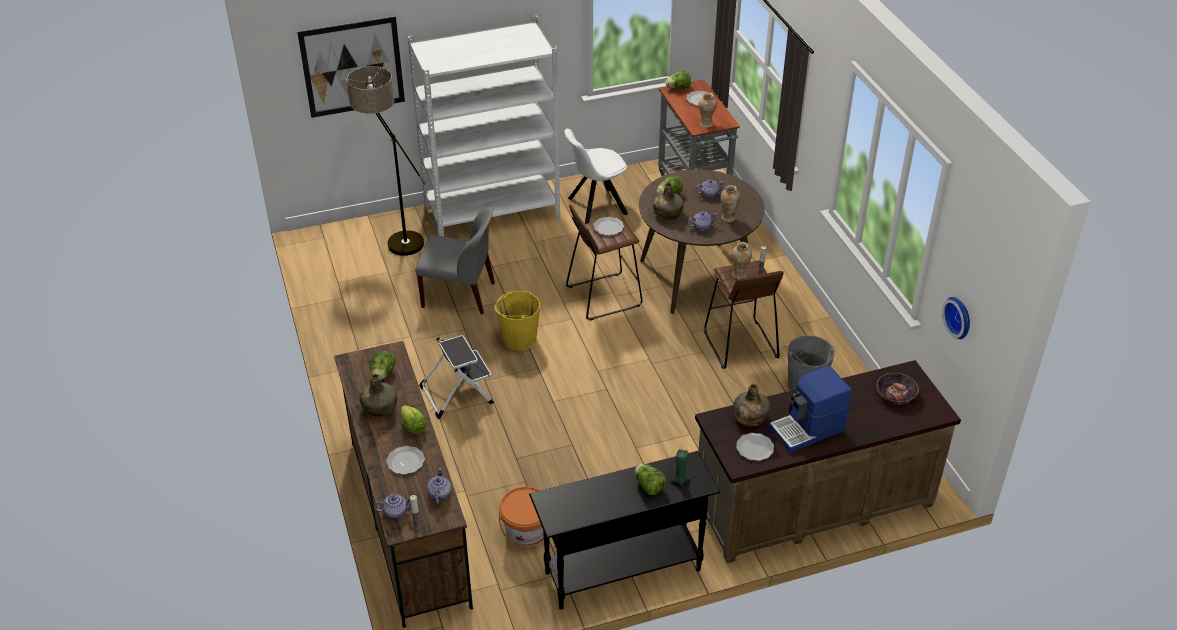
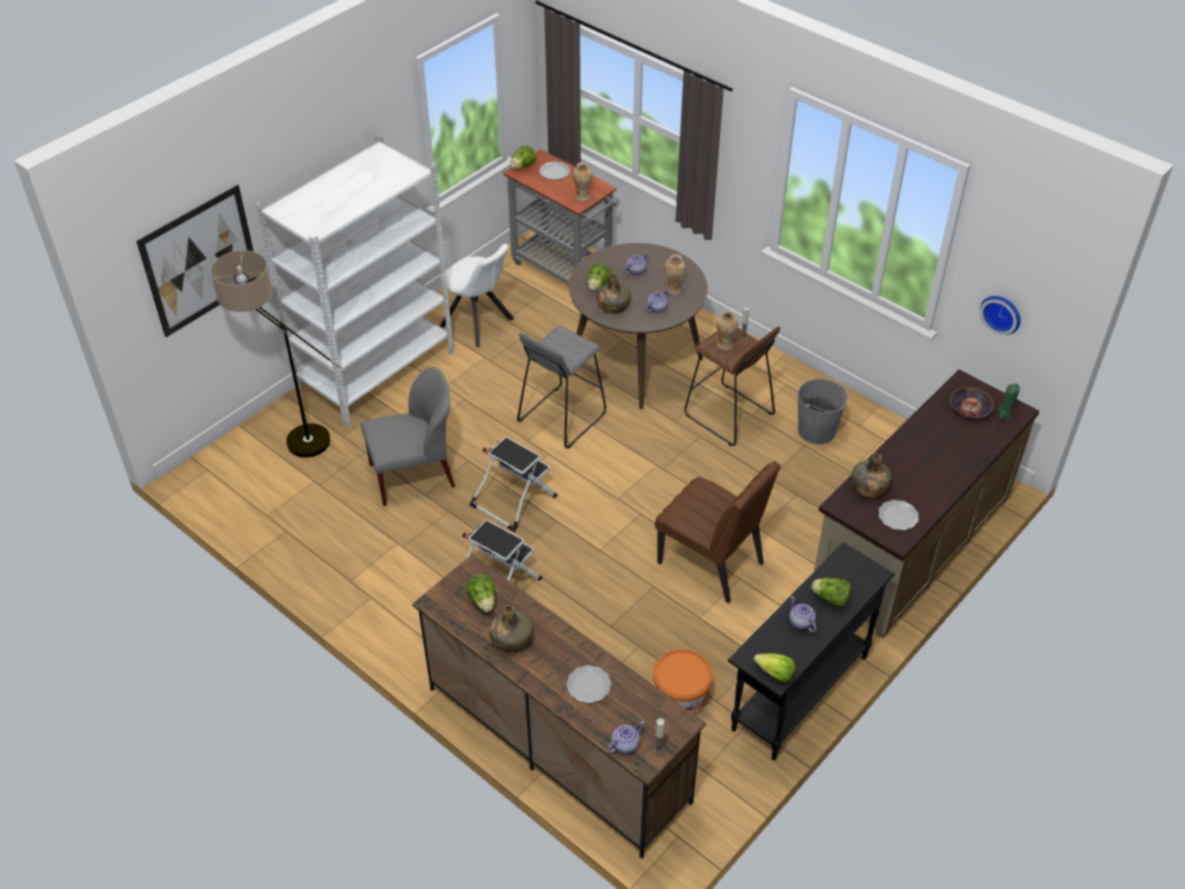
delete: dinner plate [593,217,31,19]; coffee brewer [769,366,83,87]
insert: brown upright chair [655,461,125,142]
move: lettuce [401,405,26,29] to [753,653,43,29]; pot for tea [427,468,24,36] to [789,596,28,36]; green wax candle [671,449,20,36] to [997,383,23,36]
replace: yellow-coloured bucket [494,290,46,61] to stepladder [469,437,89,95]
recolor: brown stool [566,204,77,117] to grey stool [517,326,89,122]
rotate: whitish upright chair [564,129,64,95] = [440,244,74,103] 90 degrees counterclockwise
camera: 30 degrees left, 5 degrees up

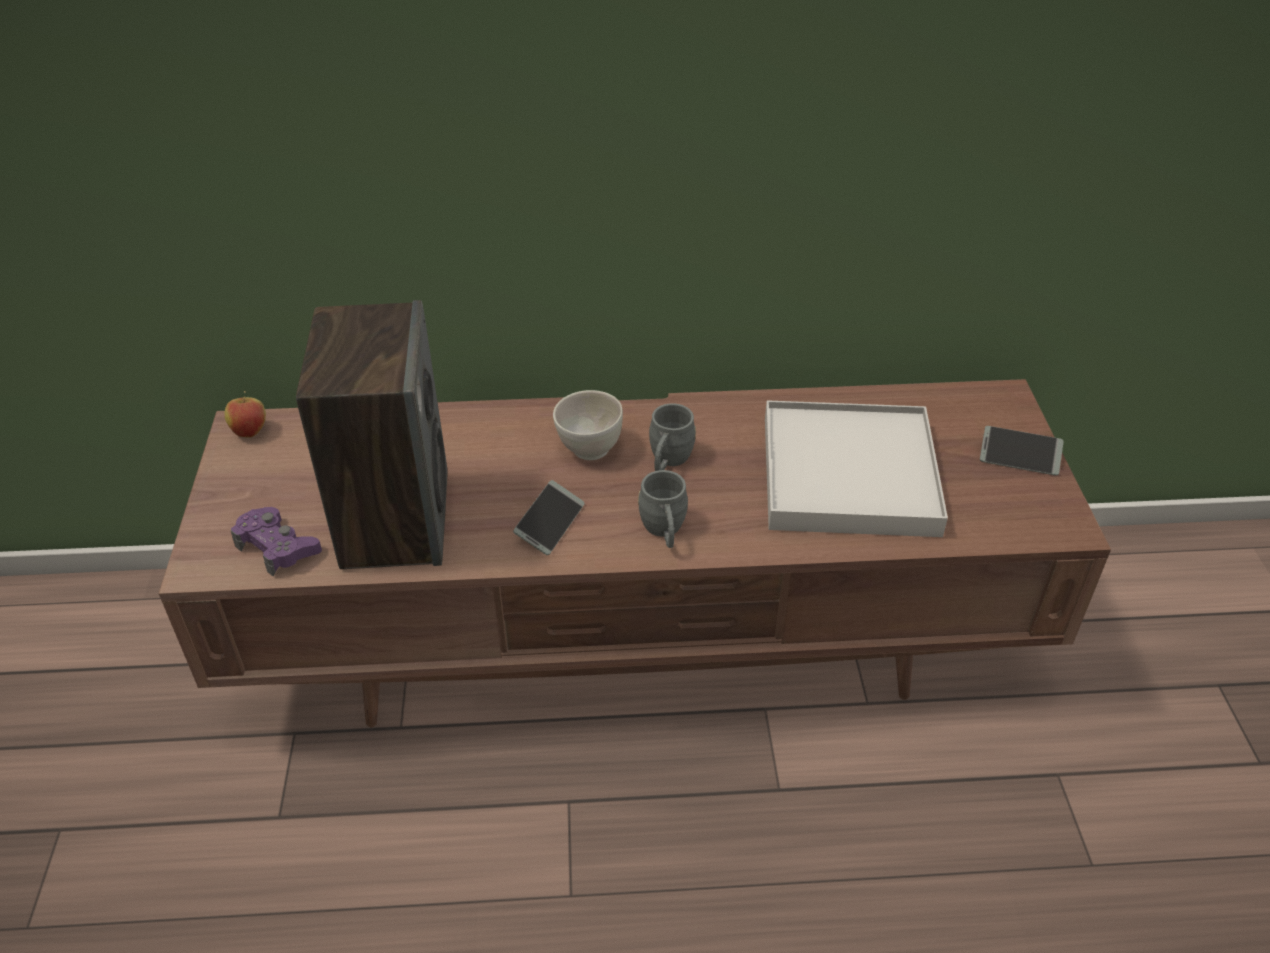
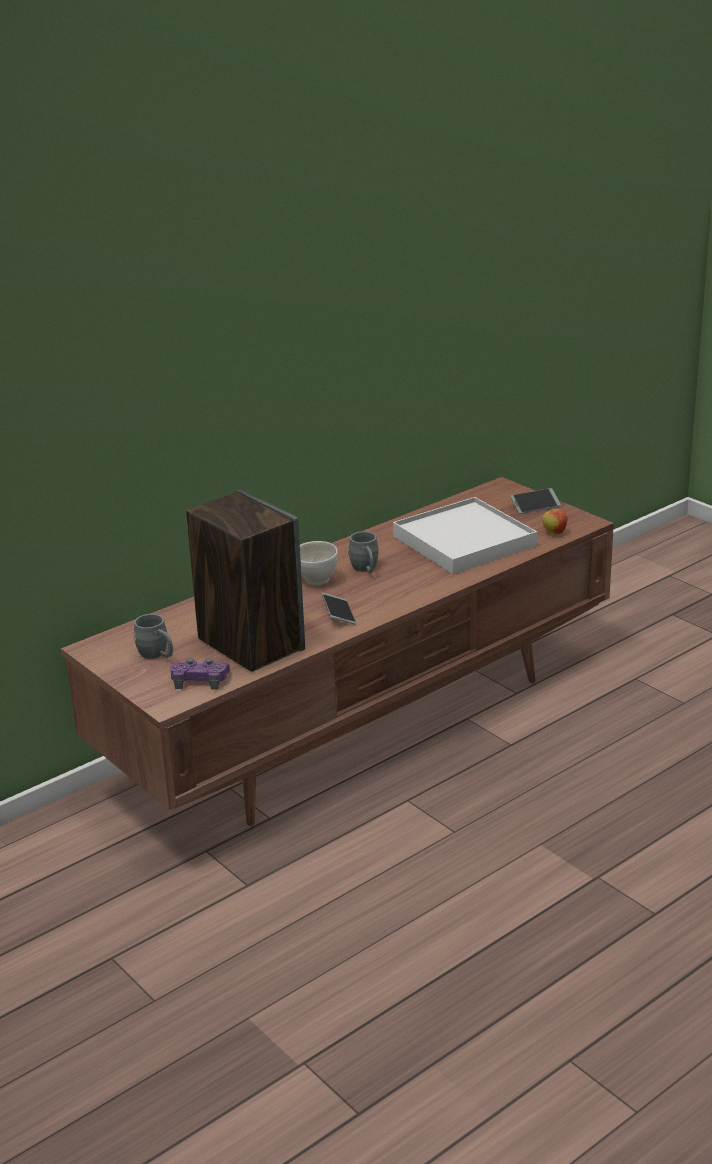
move: grey mug [638,470,50,78] to [133,614,40,45]; apple [225,391,41,47] to [542,509,26,26]
camera: 35 degrees left, 15 degrees down

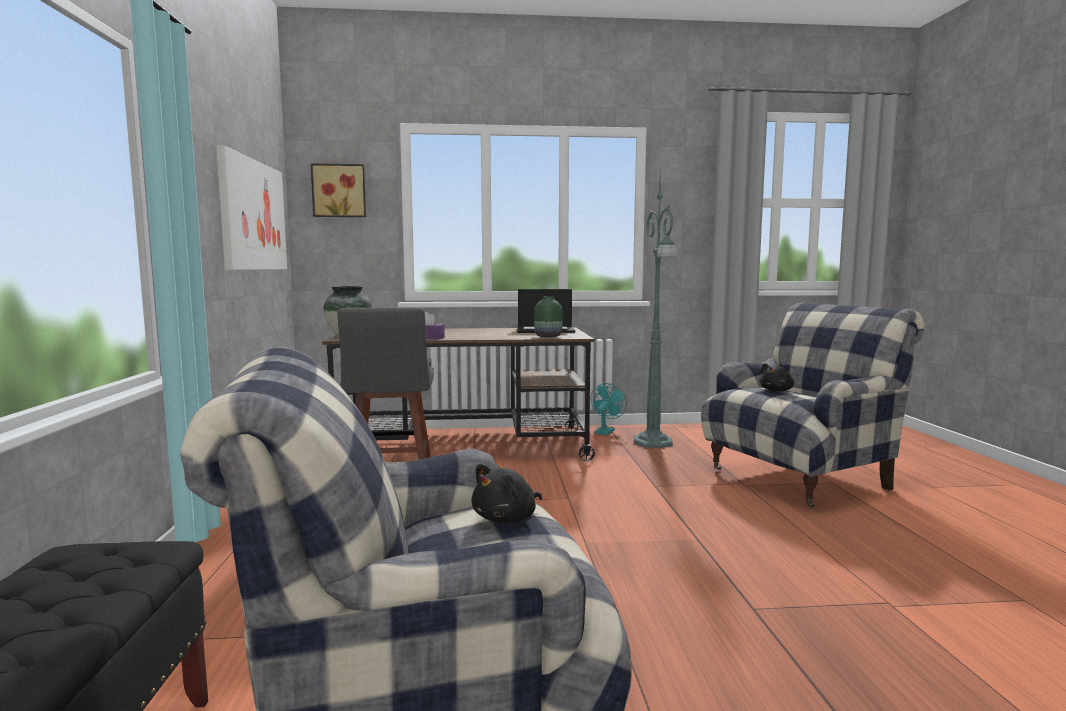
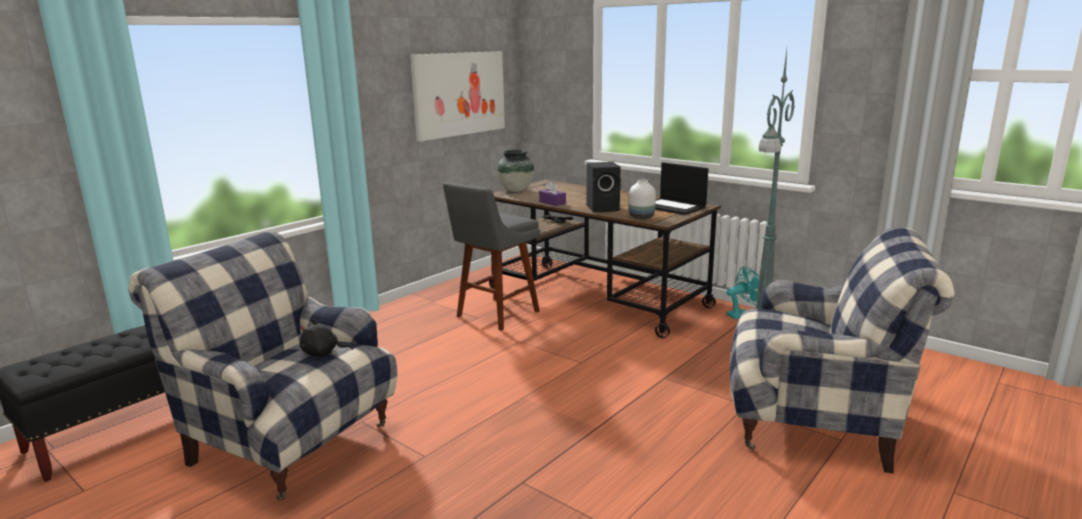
delete: picture [311,163,55,54]; blackish cuddly toy [759,363,35,29]
insert: blackish speaker [587,162,34,50]
recolor: green vase [534,297,29,40] to whitish vase [629,180,27,39]
camera: 45 degrees right, 10 degrees up

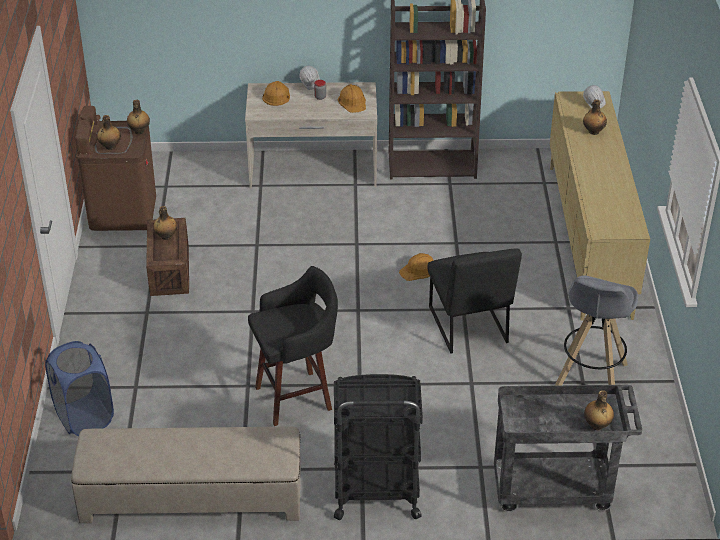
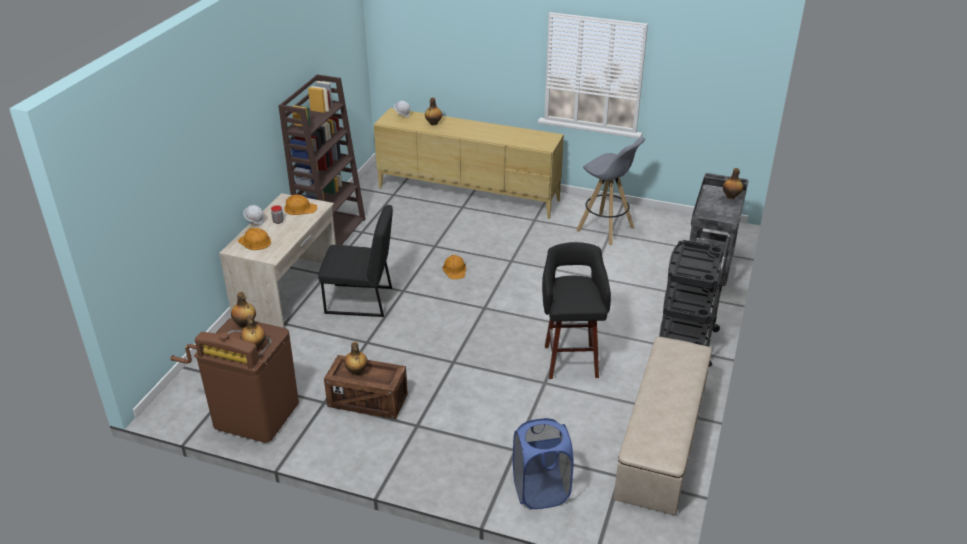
move: blackish upright chair [427,249,95,104] to [318,205,75,112]
camera: 70 degrees left, 5 degrees down

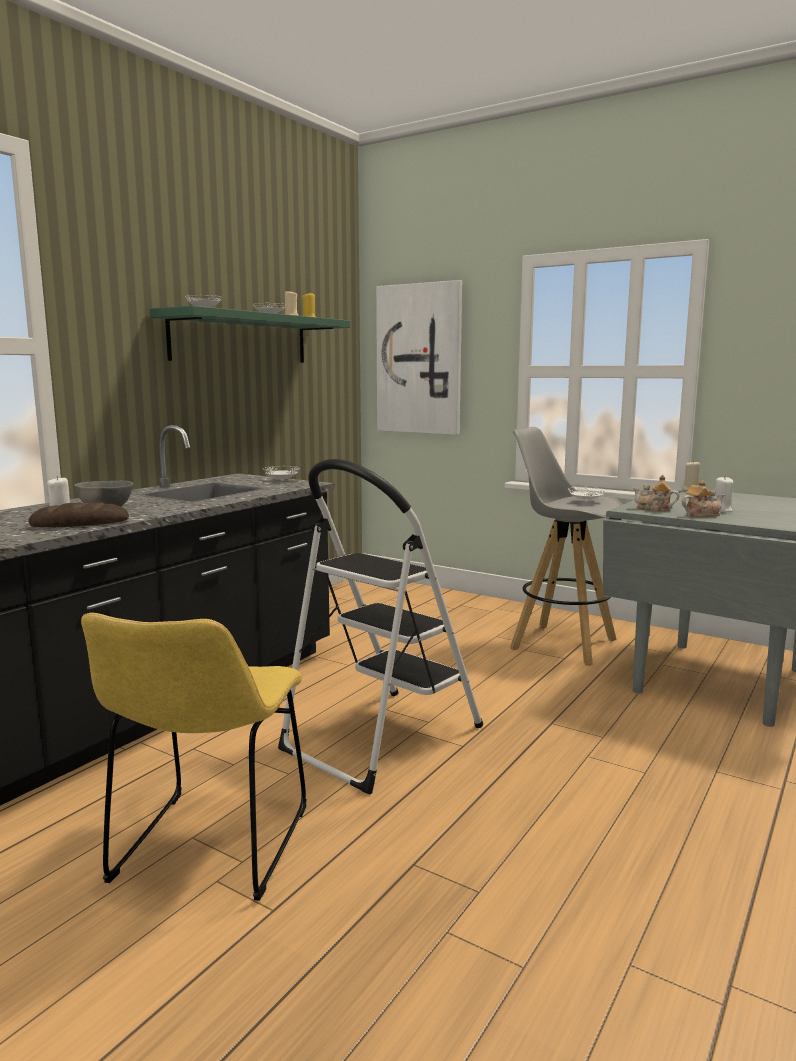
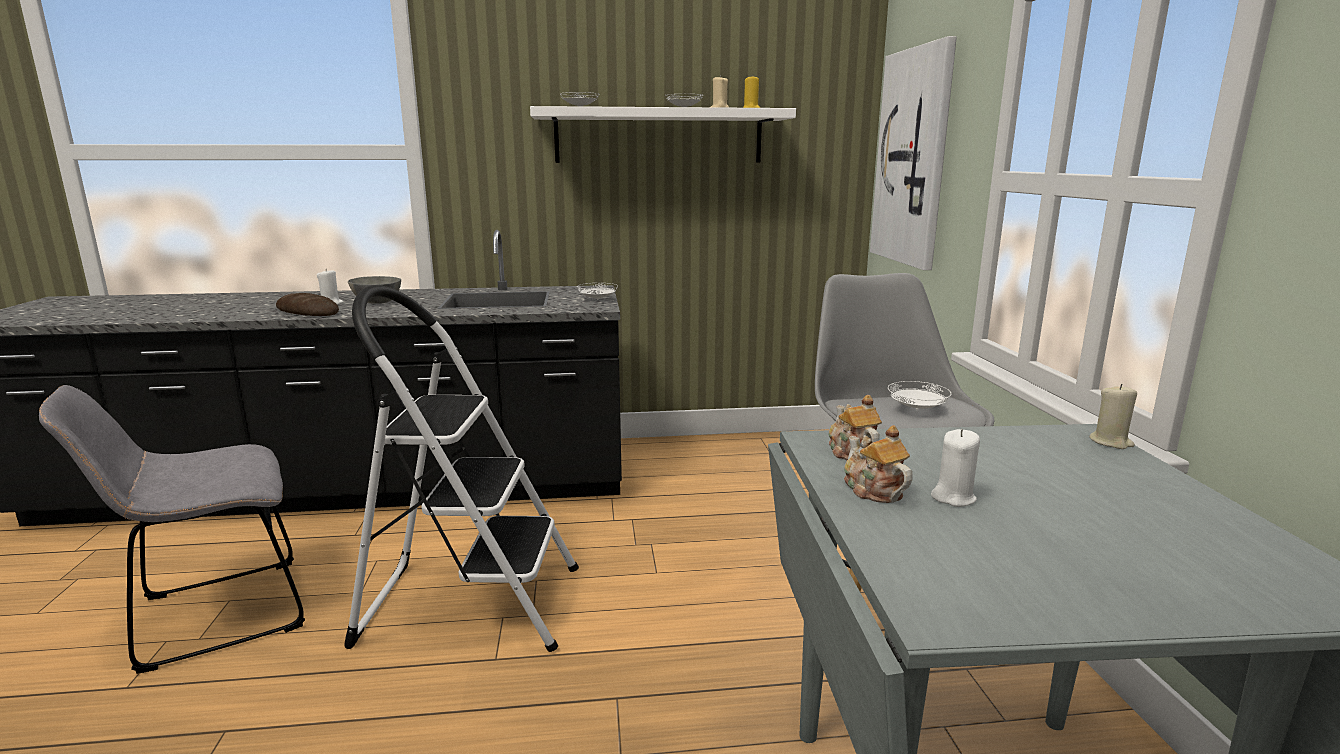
recolor: yellow-coloured upright chair [81,613,226,288] to grey upright chair [39,385,266,289]; green bracket shelf [150,306,200,57] to whitish bracket shelf [530,106,266,57]
rotate: pot for tea [681,480,44,38] = [844,425,69,78] 150 degrees counterclockwise
camera: 50 degrees right, 5 degrees up

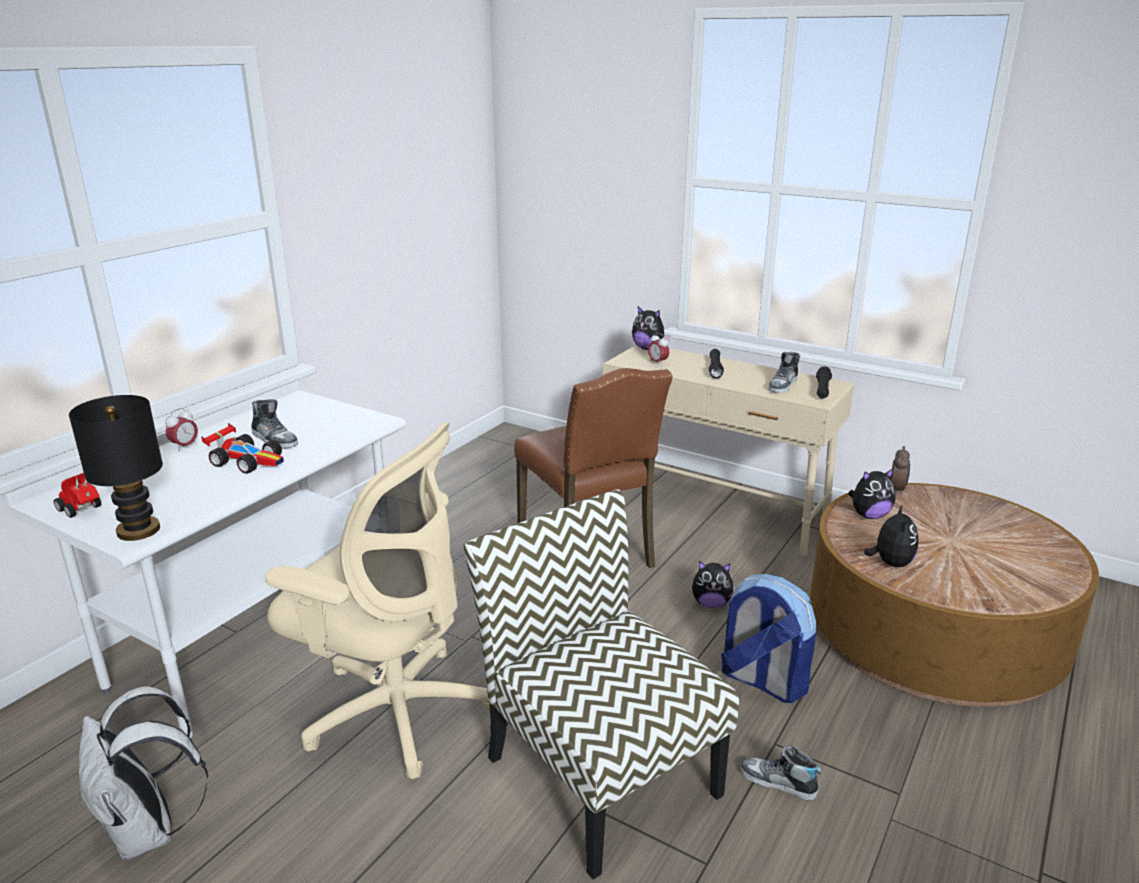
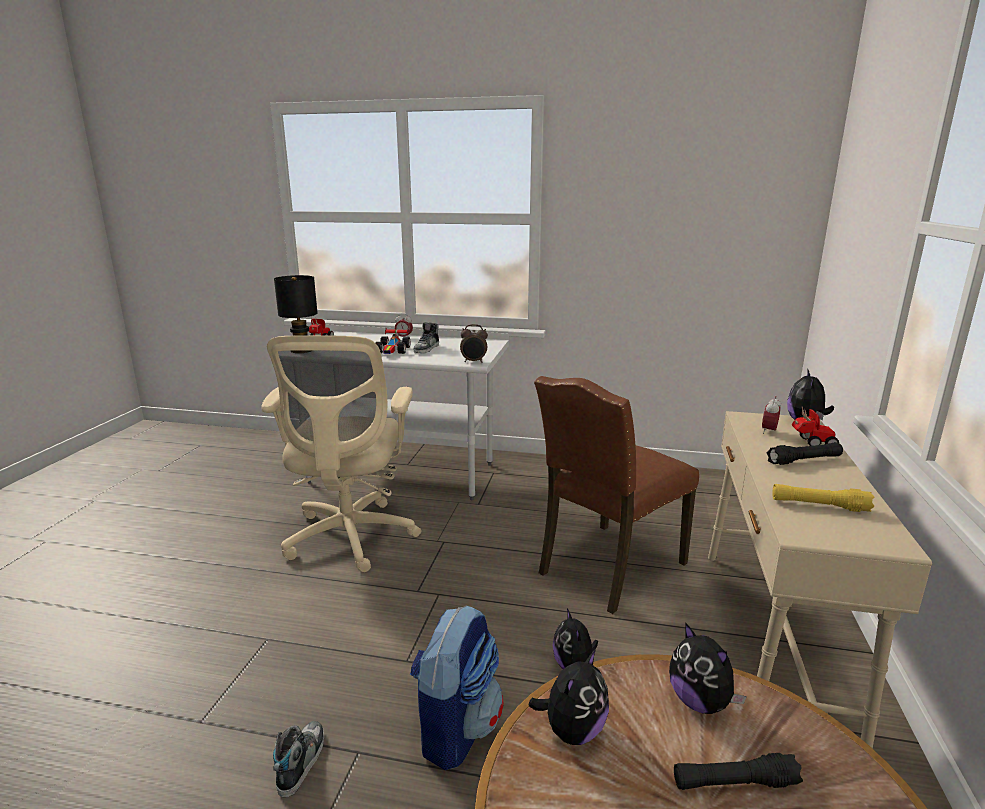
delete: whitish knapsack [79,686,129,174]; upright chair [464,489,275,390]
insert: miniature car [792,407,47,39]
move: bedside clock [891,446,19,49] to [460,324,28,39]; blackish flashlight [816,366,16,33] to [674,753,129,37]
replace: item of footwear [769,352,31,41] to yellow-coloured flashlight [772,484,102,28]
rotate: cuddly toy [864,504,54,63] = [528,649,81,96] 45 degrees counterclockwise
camera: 70 degrees right, 5 degrees down

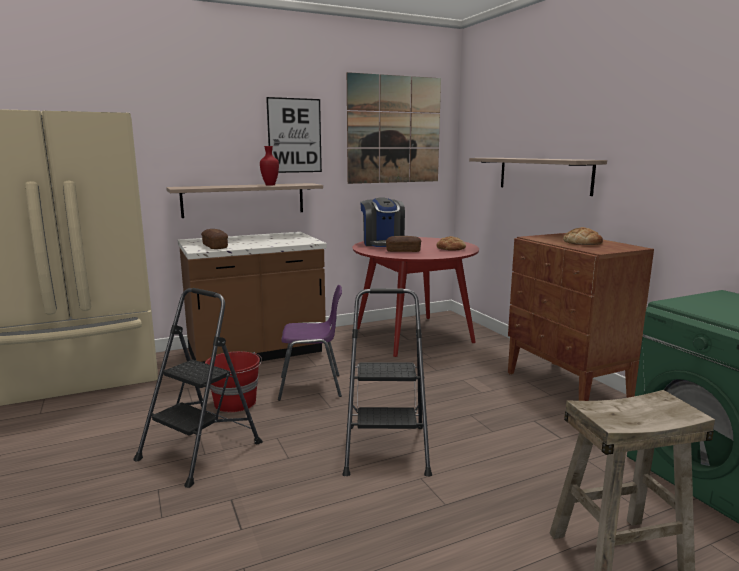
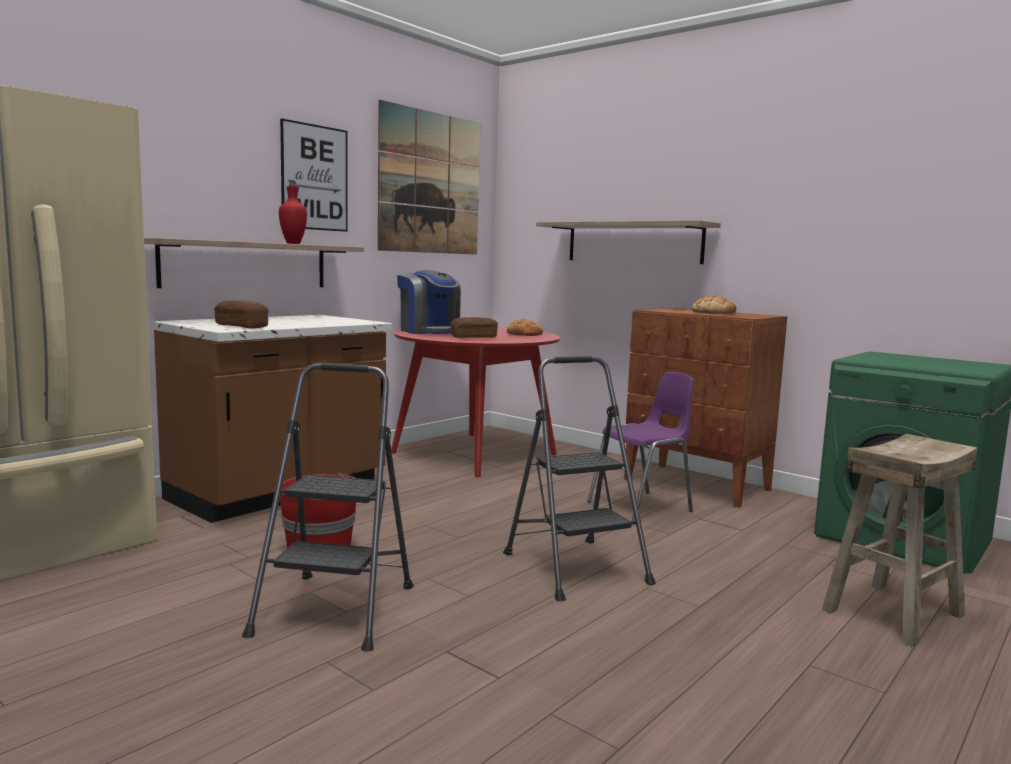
move: purple upright chair [278,285,64,116] to [587,372,108,149]
camera: 25 degrees left, 5 degrees down

